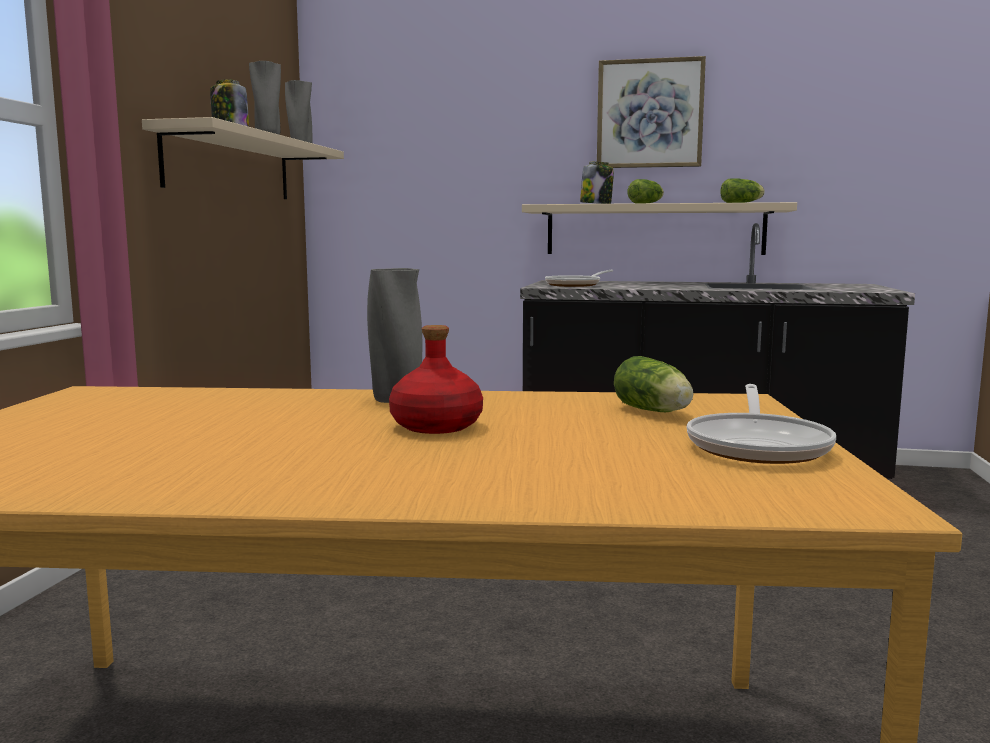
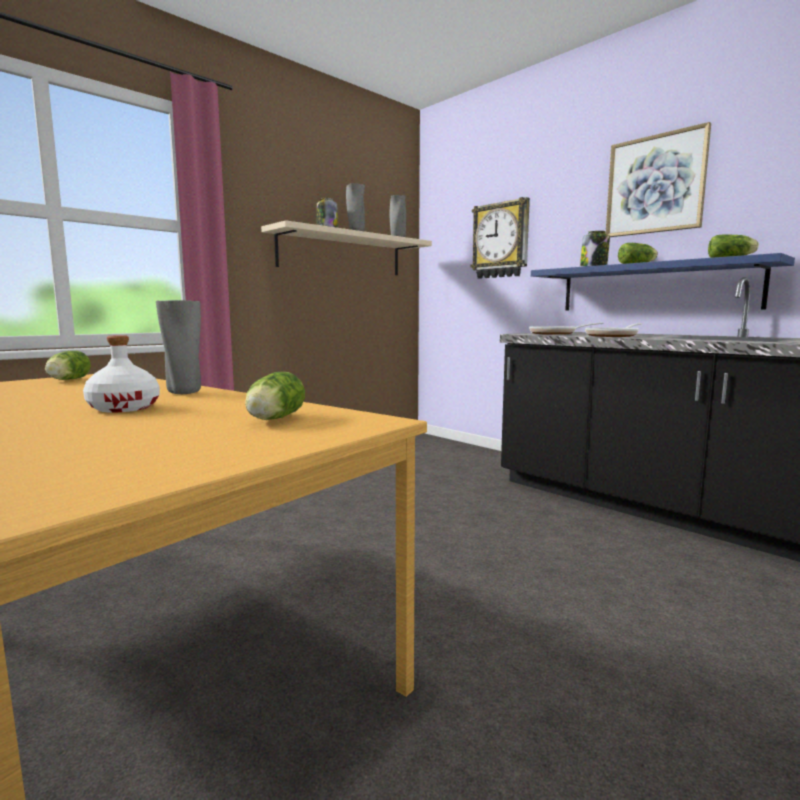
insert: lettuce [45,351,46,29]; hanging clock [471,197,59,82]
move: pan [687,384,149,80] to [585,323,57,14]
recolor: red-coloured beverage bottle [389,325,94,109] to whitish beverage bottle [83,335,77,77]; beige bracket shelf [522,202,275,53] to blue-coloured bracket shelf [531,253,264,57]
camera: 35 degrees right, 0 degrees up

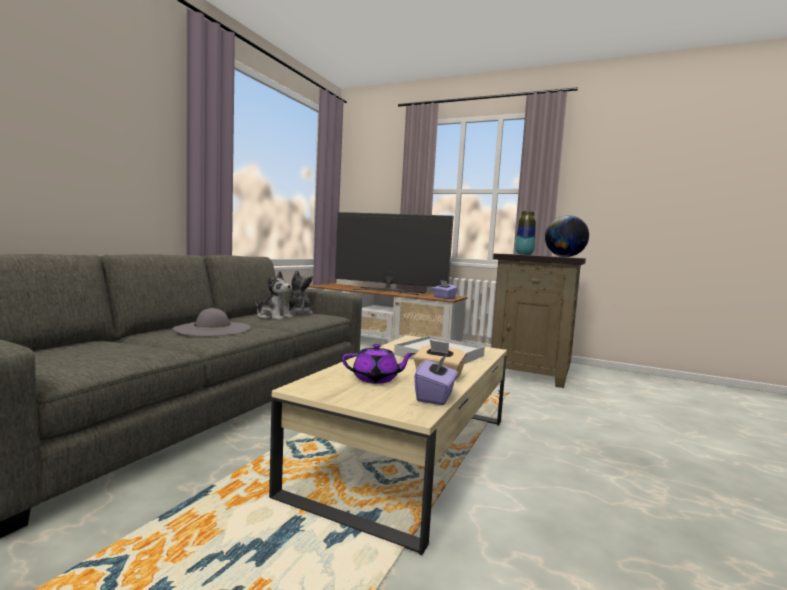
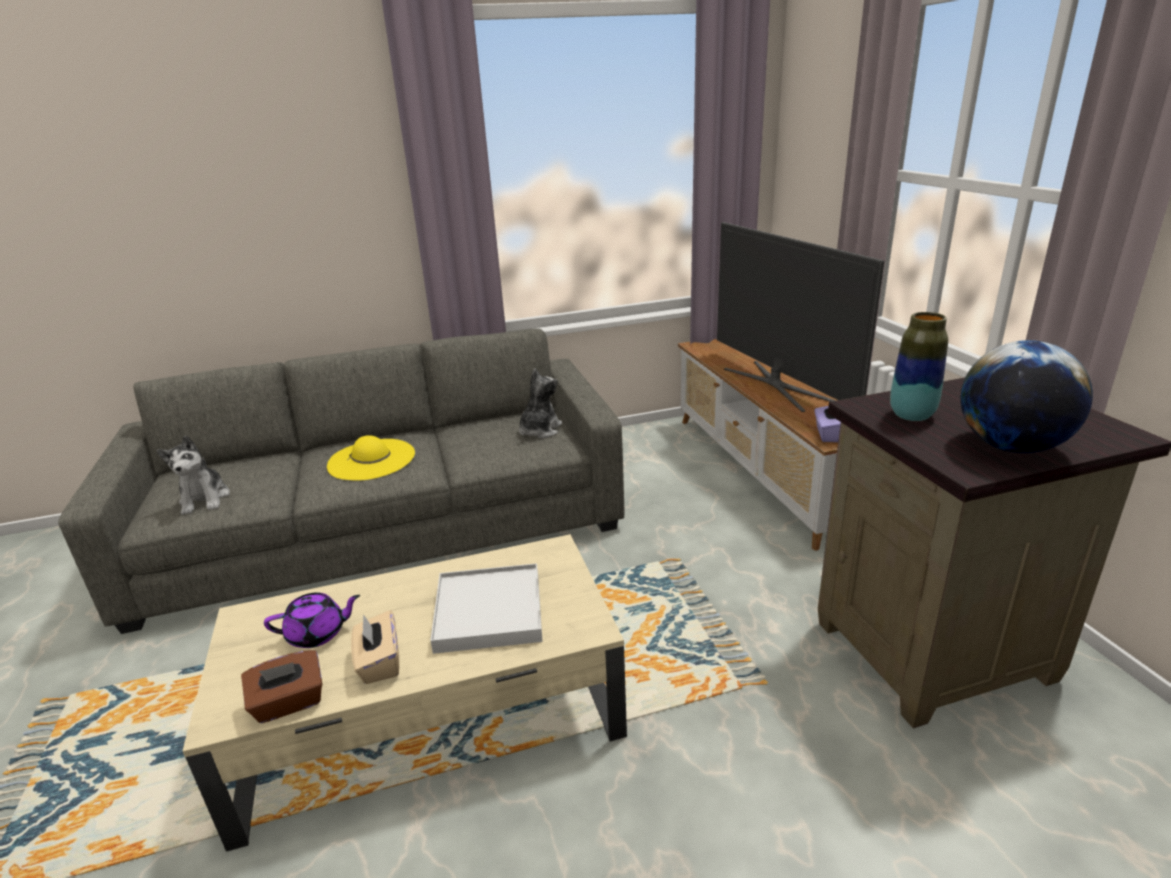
move: cuddly toy [255,271,38,49] to [157,436,73,79]
recolor: purple box of tissues [414,354,44,51] to brown box of tissues [241,650,81,73]; grey clothing hat [173,308,78,28] to yellow-coloured clothing hat [327,435,88,45]
rotate: purple pot for tea [342,344,73,40] = [264,592,96,56] 60 degrees counterclockwise
camera: 50 degrees right, 20 degrees up

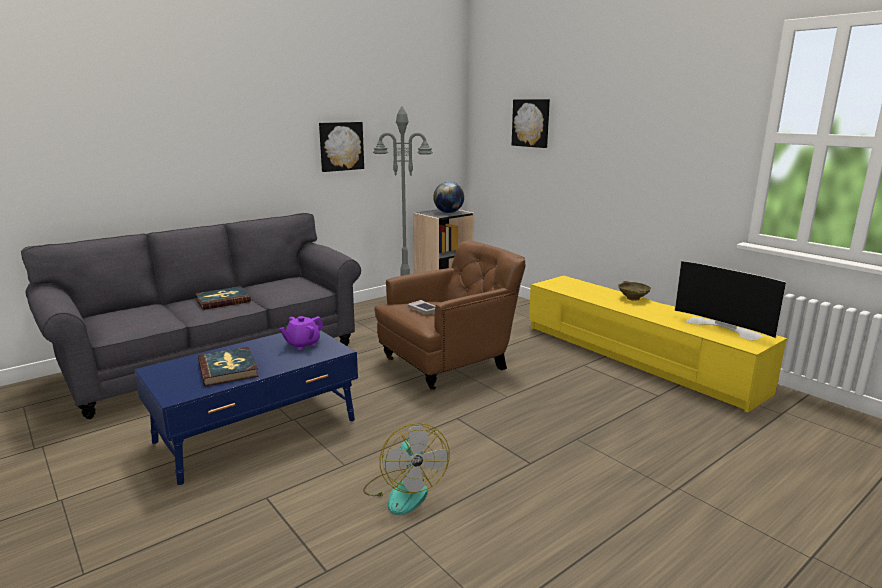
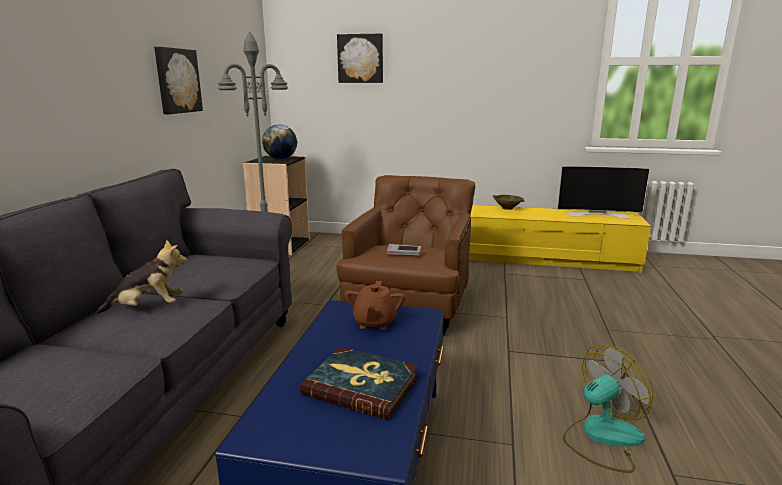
replace: bound book [195,286,56,24] to cuddly toy [96,239,91,75]
recolor: purple pot for tea [279,316,45,34] to brown pot for tea [345,281,60,49]
rotate: cooling fan [363,423,87,92] = [563,345,90,128] 60 degrees counterclockwise
camera: 40 degrees left, 0 degrees up

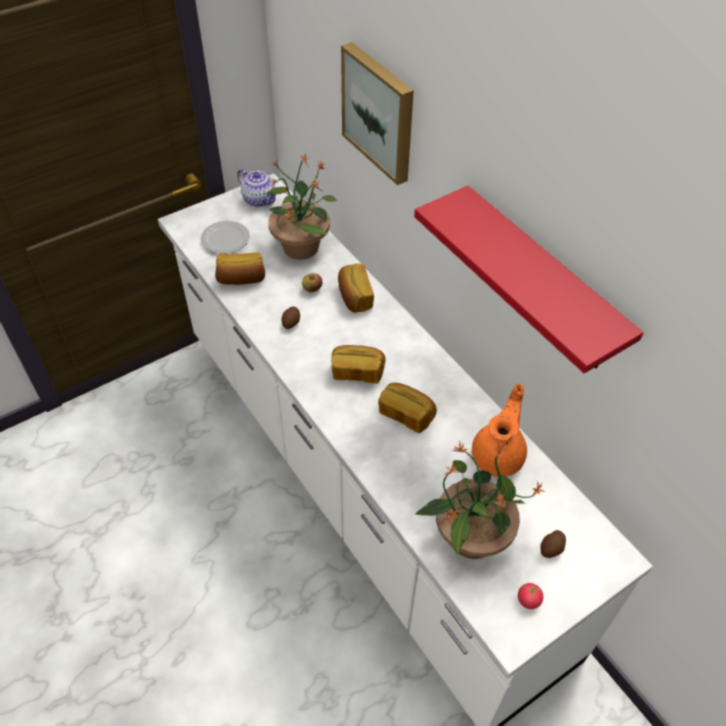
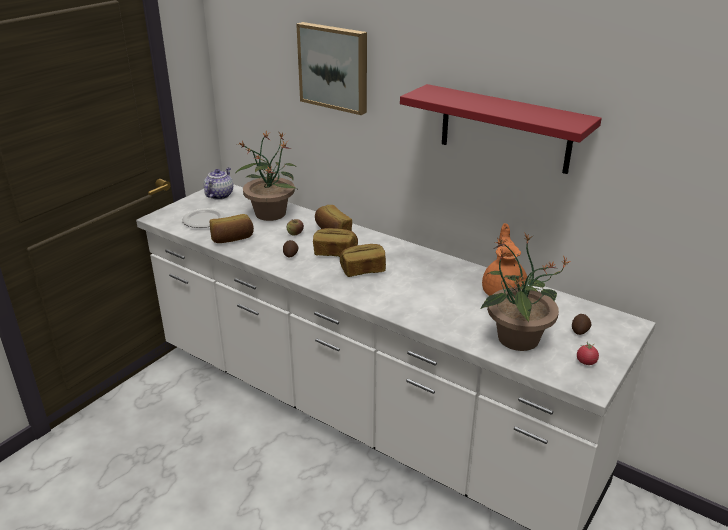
move: bread [378,383,59,50] to [313,228,45,29]
rotate: pot for tea [237,168,39,39] = [204,168,29,32] 90 degrees counterclockwise
camera: 20 degrees left, 20 degrees down

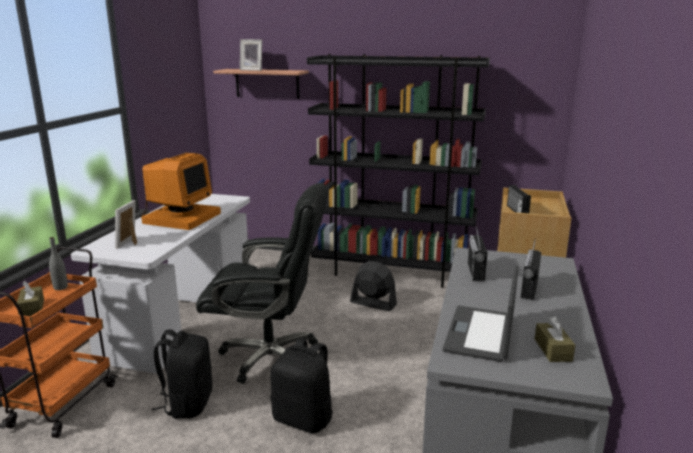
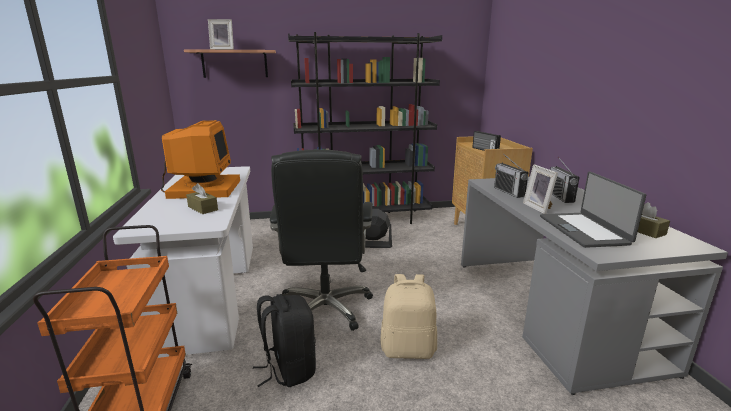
delete: grey beverage bottle [49,237,19,53]
move: brown box of tissues [17,281,27,35] to [186,183,32,31]; standing frame [115,200,22,49] to [523,165,35,49]
recolor: blackish knapsack [270,338,62,95] to beige knapsack [380,274,57,85]
rotate: blackish desk chair [196,183,131,201] = [270,150,103,181] 105 degrees clockwise
camera: 25 degrees left, 0 degrees up

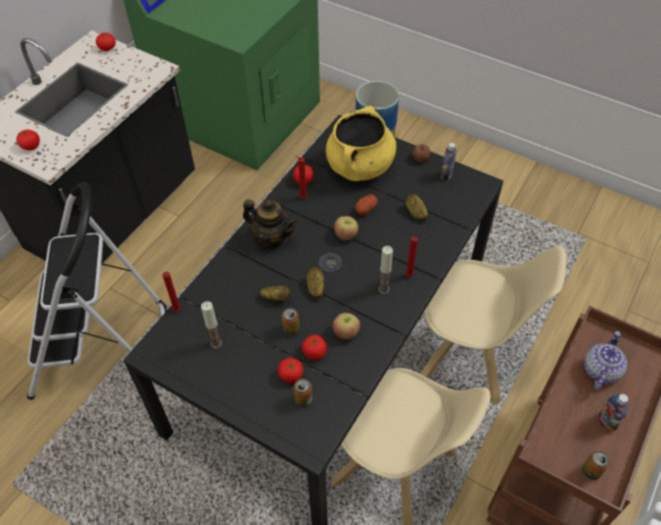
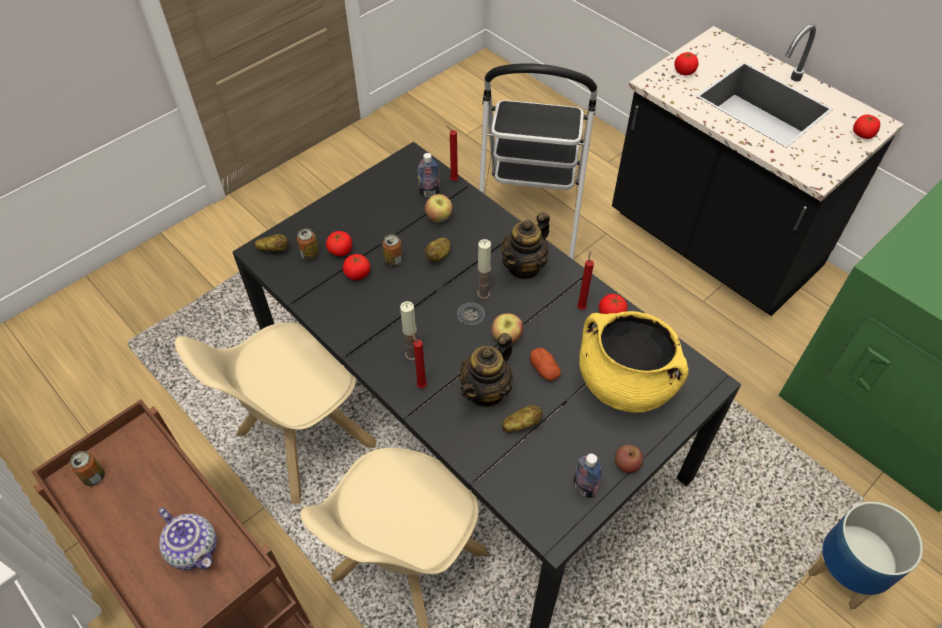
insert: pot for tea [460,333,53,75]
move: whole potato [307,267,17,32] to [255,234,34,17]; beverage bottle [598,394,30,37] to [417,153,23,44]; apple [333,313,27,27] to [425,194,27,28]; wax candle [201,301,21,47] to [477,239,14,60]
camera: 105 degrees right, 0 degrees up

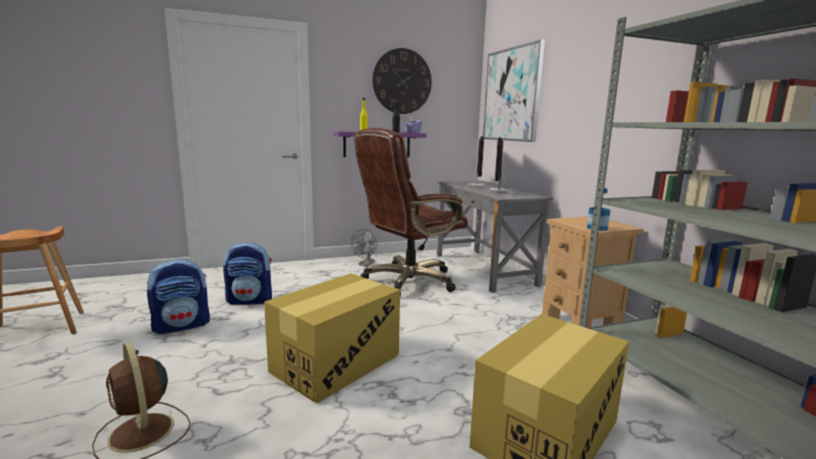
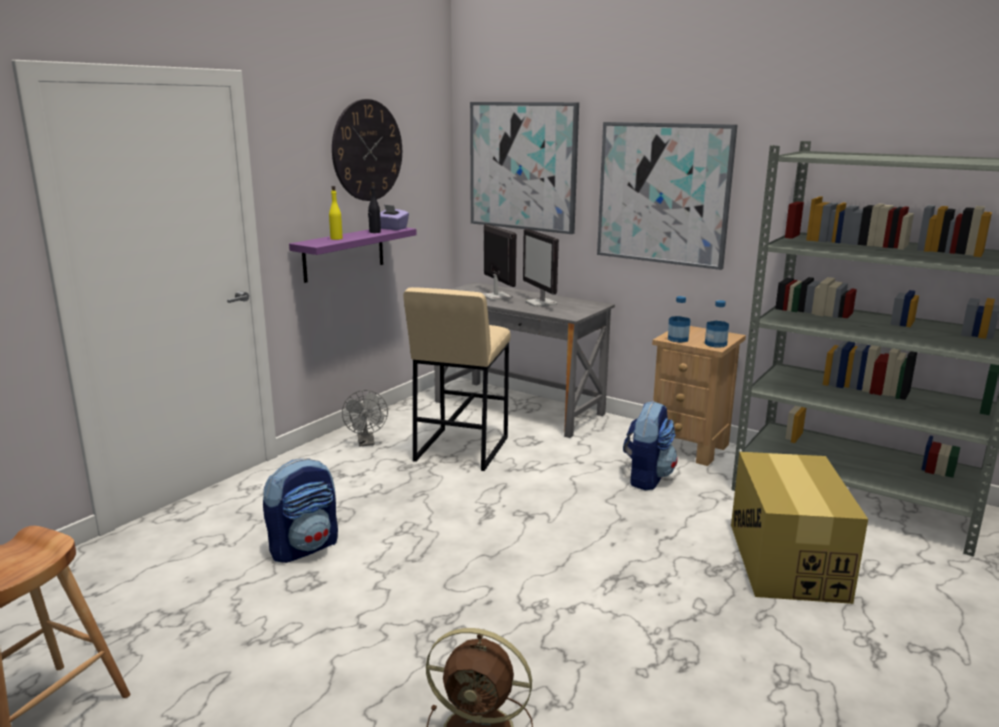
delete: cardboard box [264,273,136,131]
insert: picture [597,122,140,148]; beverage bottle [668,296,22,47]
move: knapsack [147,259,63,75] to [623,401,55,89]
replace: brown desk chair [354,128,114,168] to beige stool [403,287,108,184]
camera: 35 degrees left, 5 degrees up

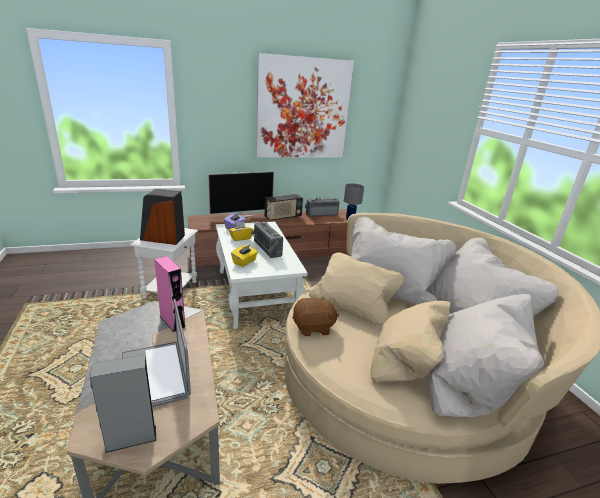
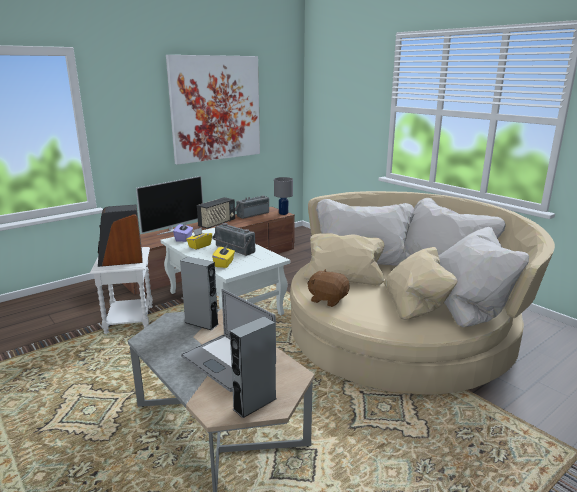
recolor: pink speaker [154,256,32,76] to grey speaker [180,256,39,74]
rotate: brown cuddly toy [292,296,47,40] = [307,269,43,38] 120 degrees counterclockwise
camera: 20 degrees left, 5 degrees down

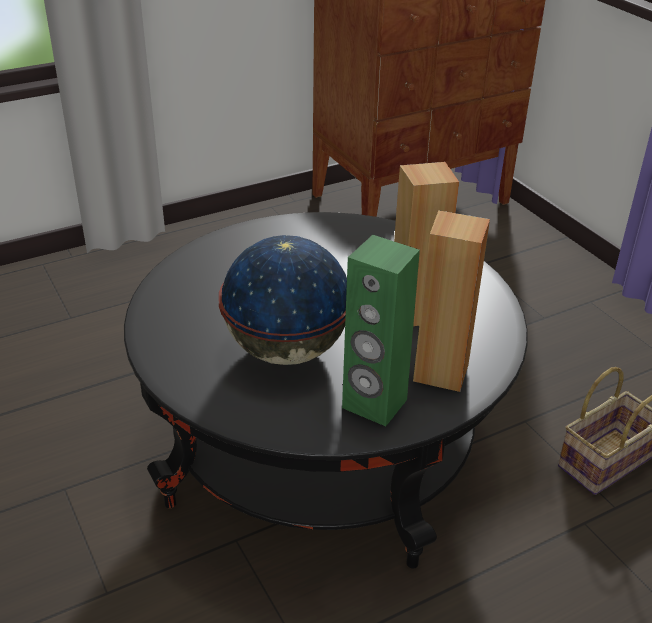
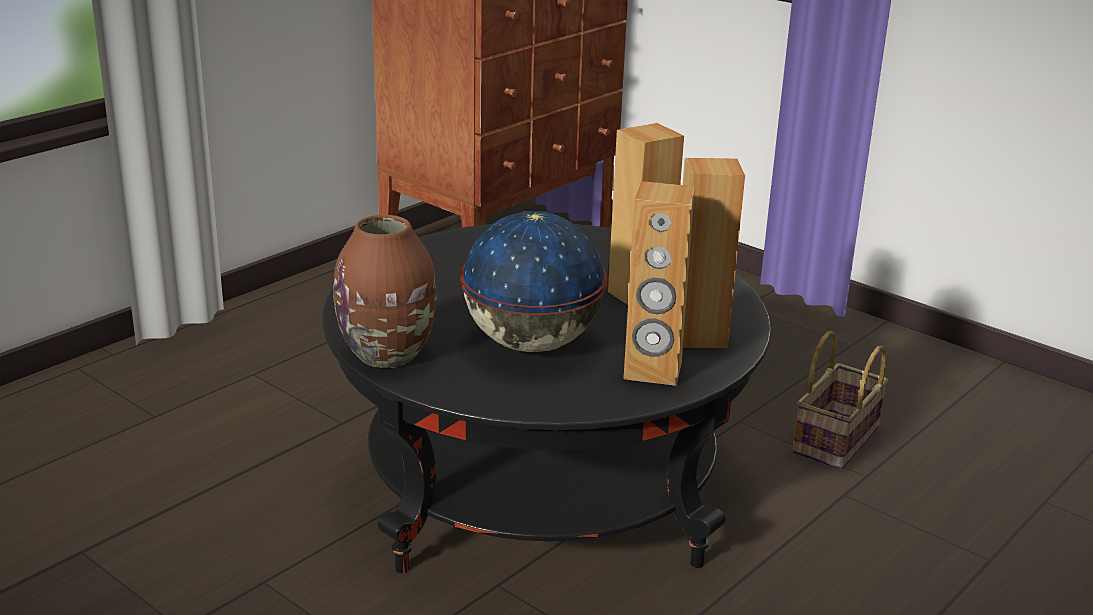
insert: brown vase [333,215,104,153]
recolor: green speaker [342,235,78,191] to brown speaker [623,181,72,205]
camera: 20 degrees left, 10 degrees down

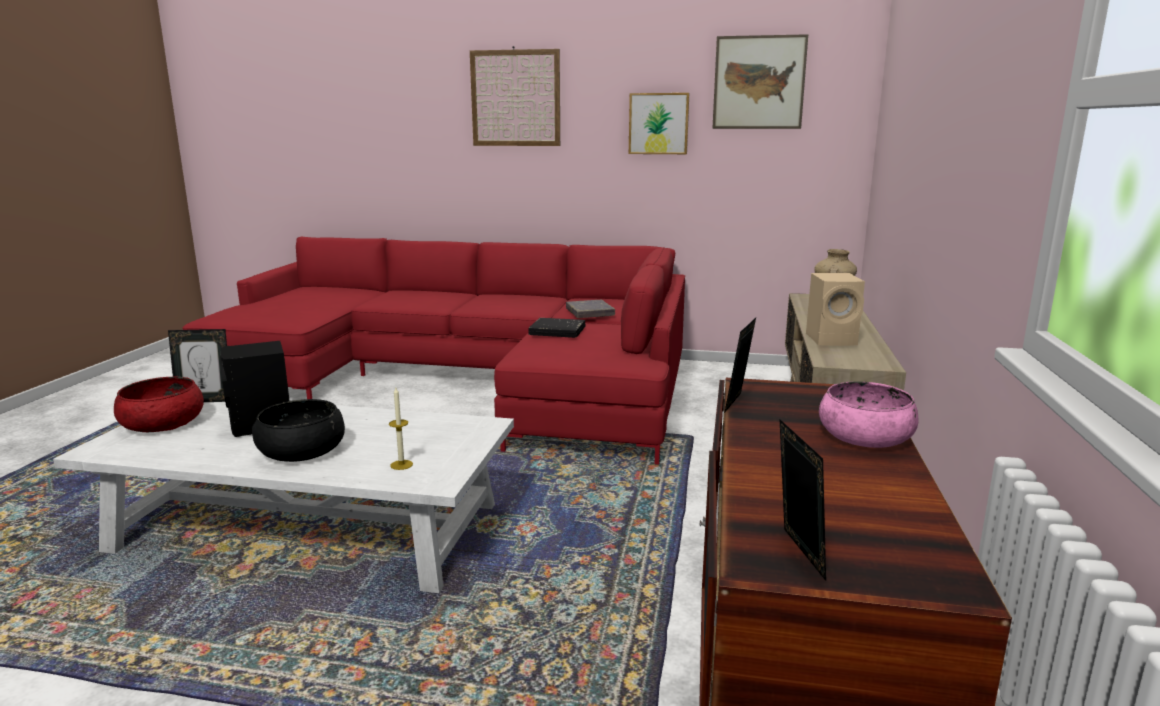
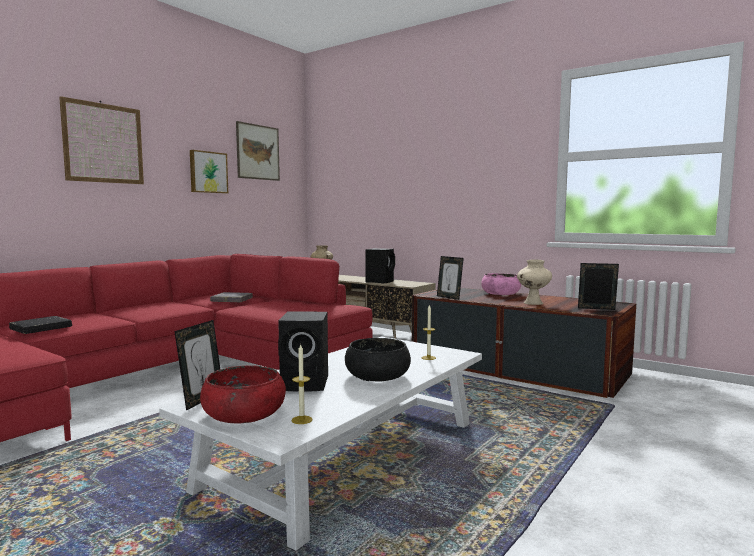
insert: wax candle [291,345,22,79]; beige vase [517,260,35,45]
move: blackish bound book [528,318,57,20] to [9,316,63,18]
recolor: beige speaker [806,273,59,73] to blackish speaker [365,248,30,35]
camera: 65 degrees left, 10 degrees down

